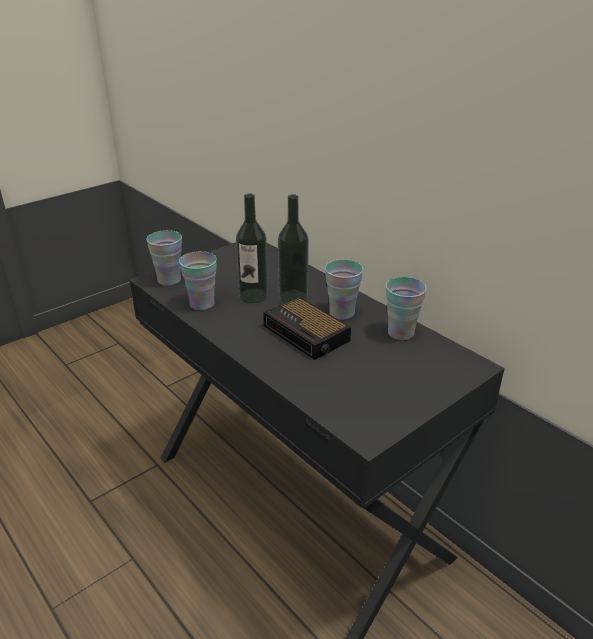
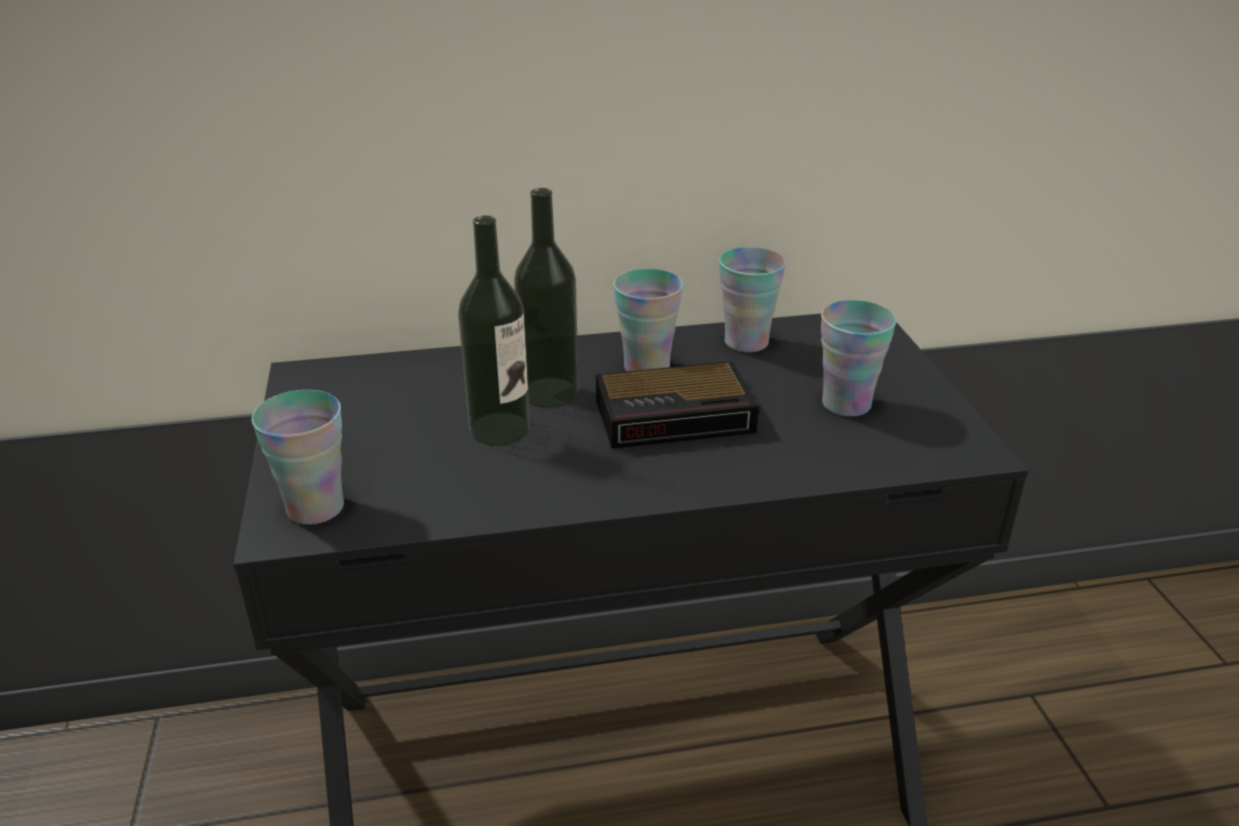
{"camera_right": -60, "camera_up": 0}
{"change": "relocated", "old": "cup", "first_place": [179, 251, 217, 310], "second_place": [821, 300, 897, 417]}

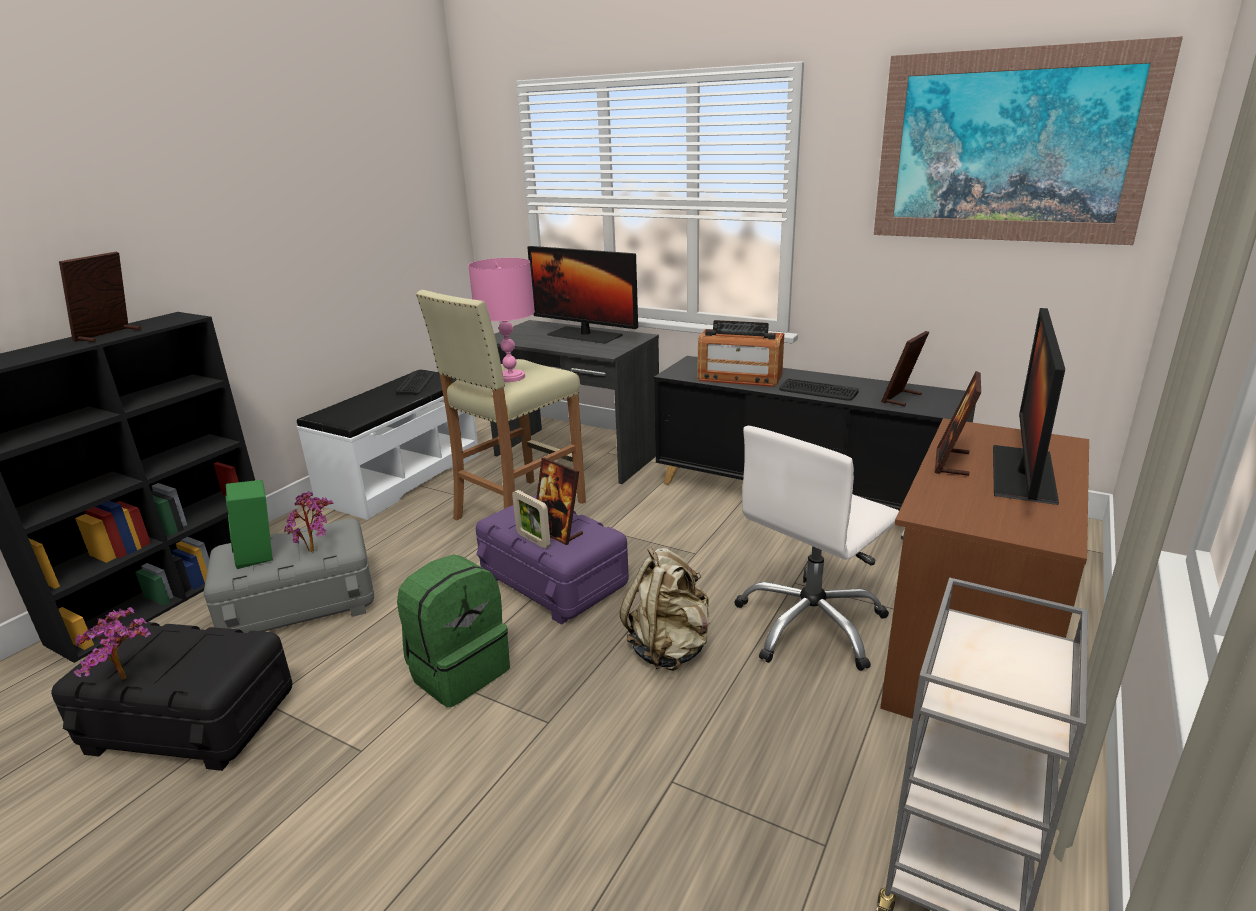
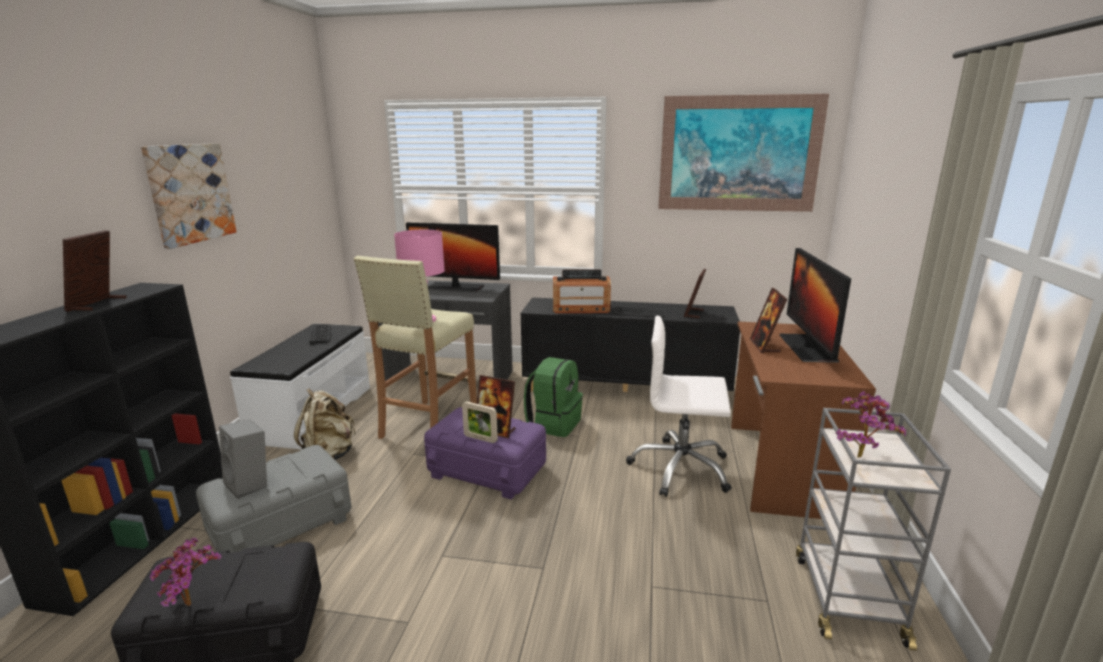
{"camera_right": -20, "camera_up": -5}
{"change": "appeared", "new": "picture", "second_place": [141, 143, 236, 249]}
{"change": "colour", "old": "speaker (green)", "new": "speaker (grey)", "first_place": [226, 480, 273, 569], "second_place": [219, 419, 267, 499]}
{"change": "relocated", "old": "backpack (beige)", "first_place": [620, 547, 709, 671], "second_place": [294, 388, 355, 460]}
{"change": "relocated", "old": "backpack (green)", "first_place": [397, 555, 510, 707], "second_place": [524, 357, 583, 437]}
{"change": "spun", "old": "office chair (white)", "first_place": [735, 426, 899, 671], "second_place": [626, 316, 732, 497], "degrees": 75}
{"change": "relocated", "old": "potted plant", "first_place": [284, 491, 334, 552], "second_place": [836, 391, 906, 458]}

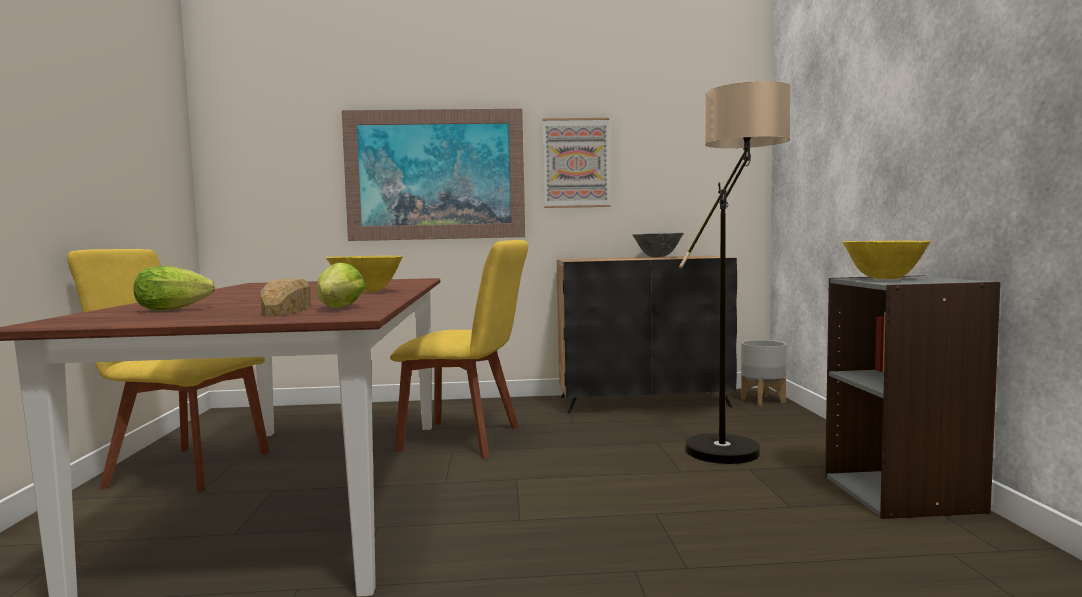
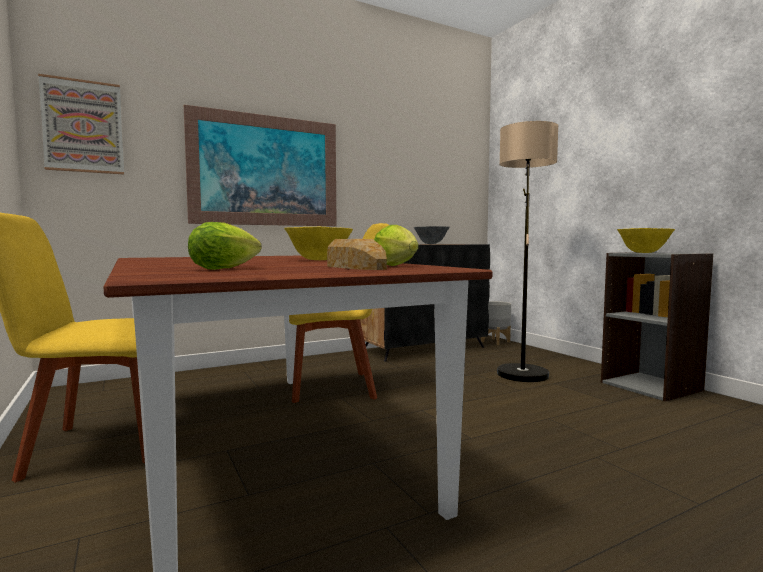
{"camera_right": -25, "camera_up": 0}
{"change": "relocated", "old": "picture", "first_place": [542, 118, 610, 208], "second_place": [38, 74, 124, 174]}

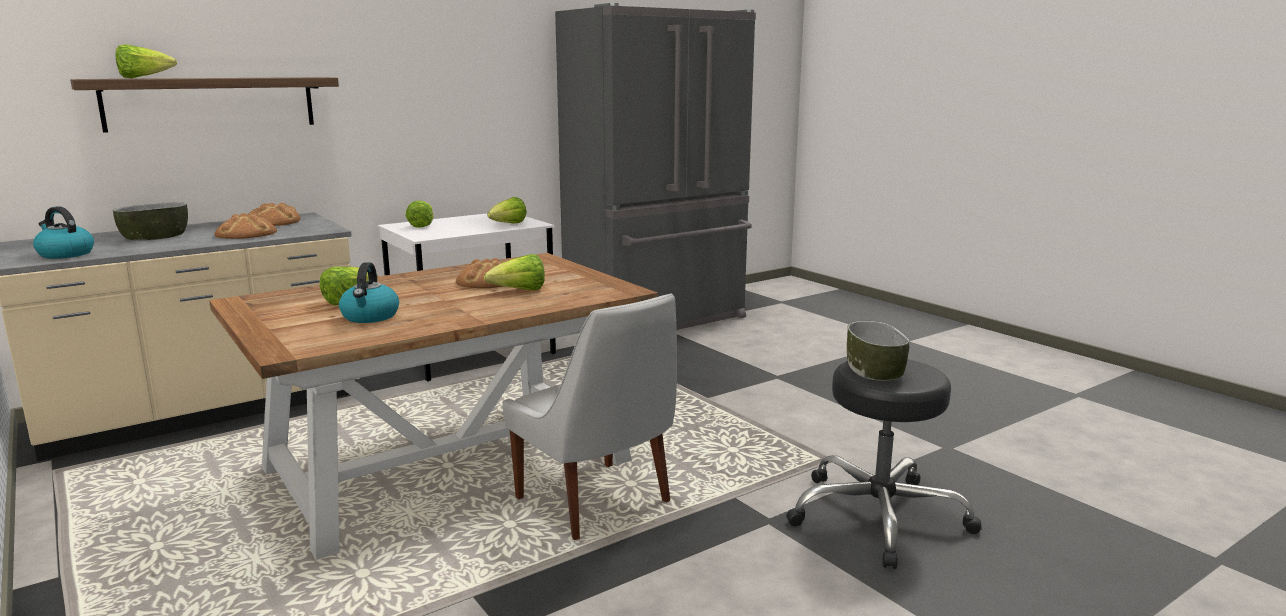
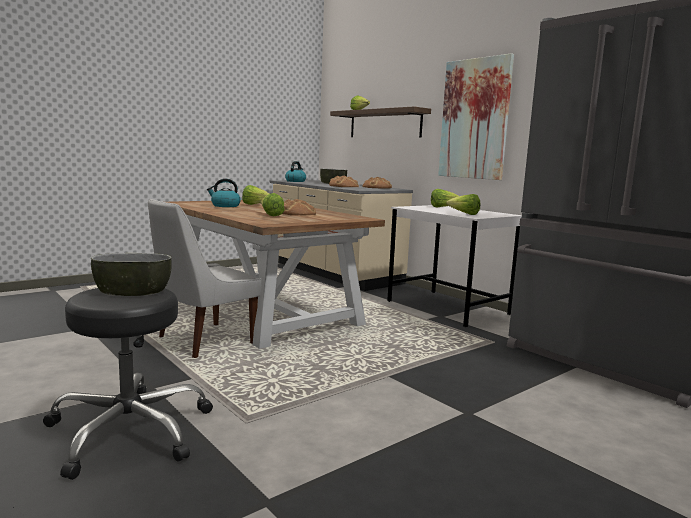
{"camera_right": 85, "camera_up": -5}
{"change": "appeared", "new": "picture", "second_place": [438, 53, 514, 180]}

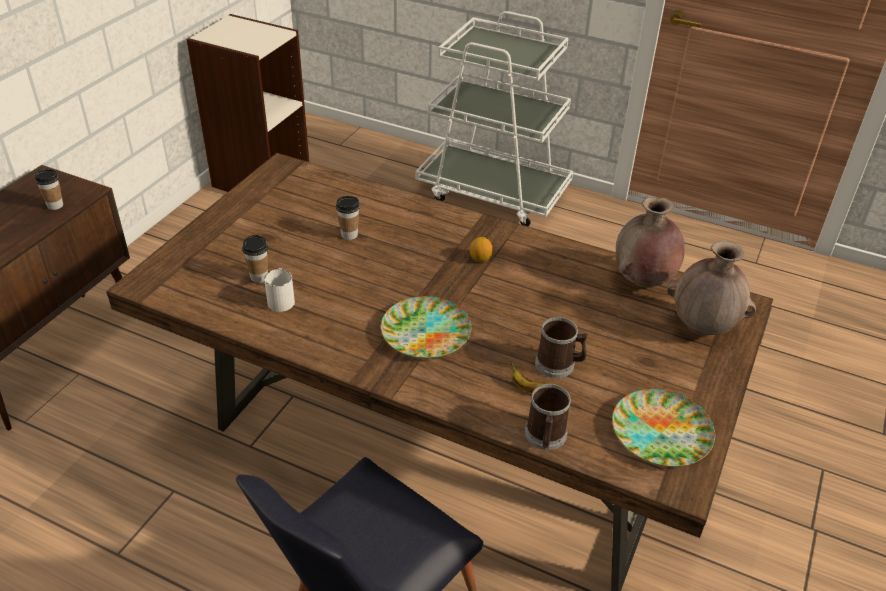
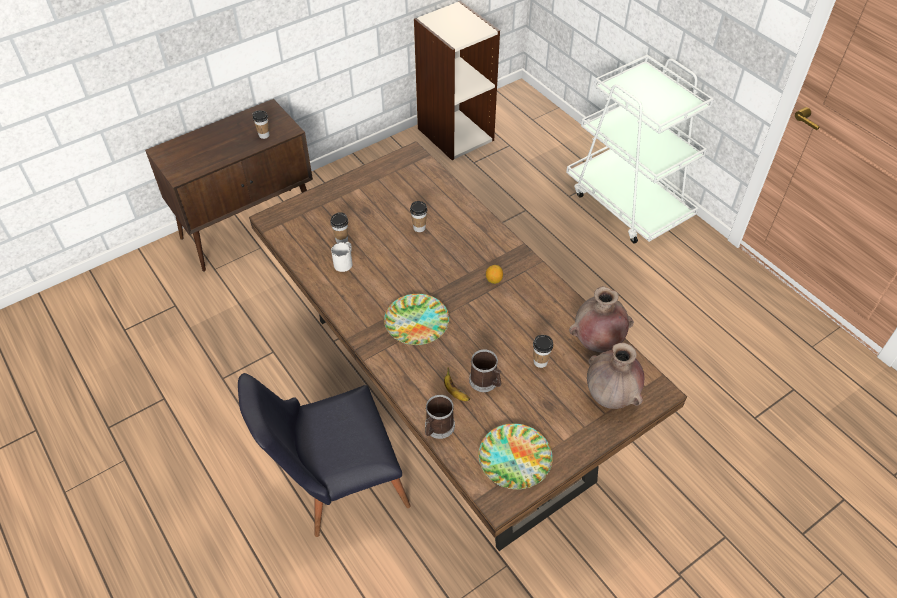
{"camera_right": 30, "camera_up": 10}
{"change": "appeared", "new": "cup", "second_place": [533, 335, 553, 368]}

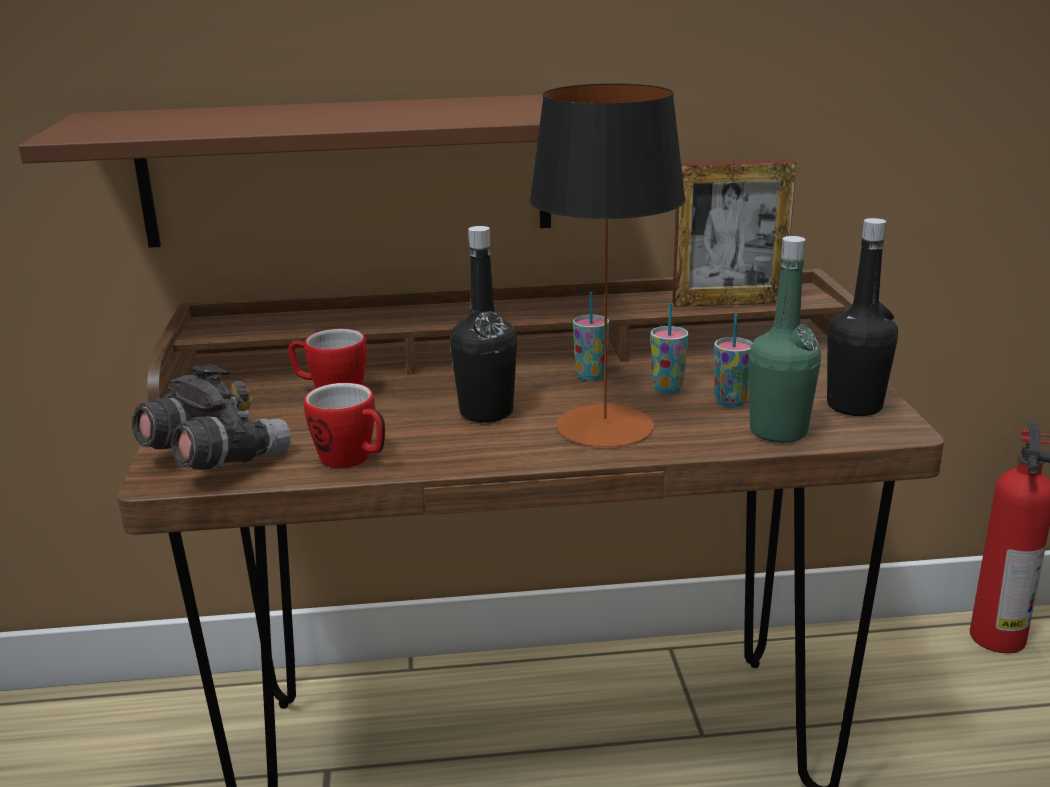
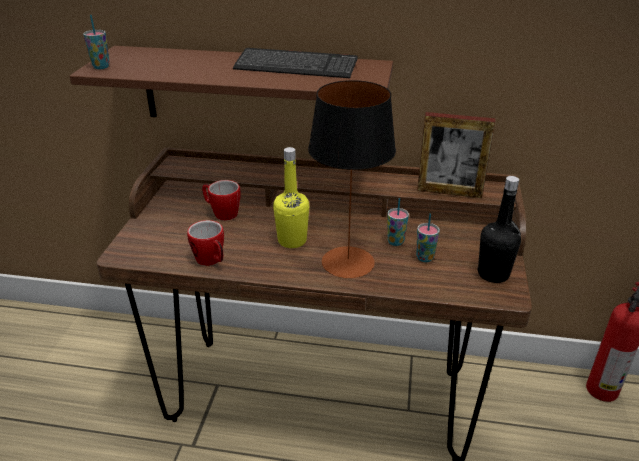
{"camera_right": 15, "camera_up": 10}
{"change": "relocated", "old": "cup", "first_place": [573, 292, 609, 381], "second_place": [83, 15, 110, 69]}
{"change": "appeared", "new": "keyboard", "second_place": [233, 48, 358, 78]}
{"change": "colour", "old": "bottle (black)", "new": "bottle (yellow)", "first_place": [450, 226, 517, 423], "second_place": [273, 147, 309, 248]}
{"change": "missing", "old": "binoculars (grey)", "first_place": [132, 364, 291, 470]}
{"change": "missing", "old": "bottle (green)", "first_place": [748, 236, 821, 443]}

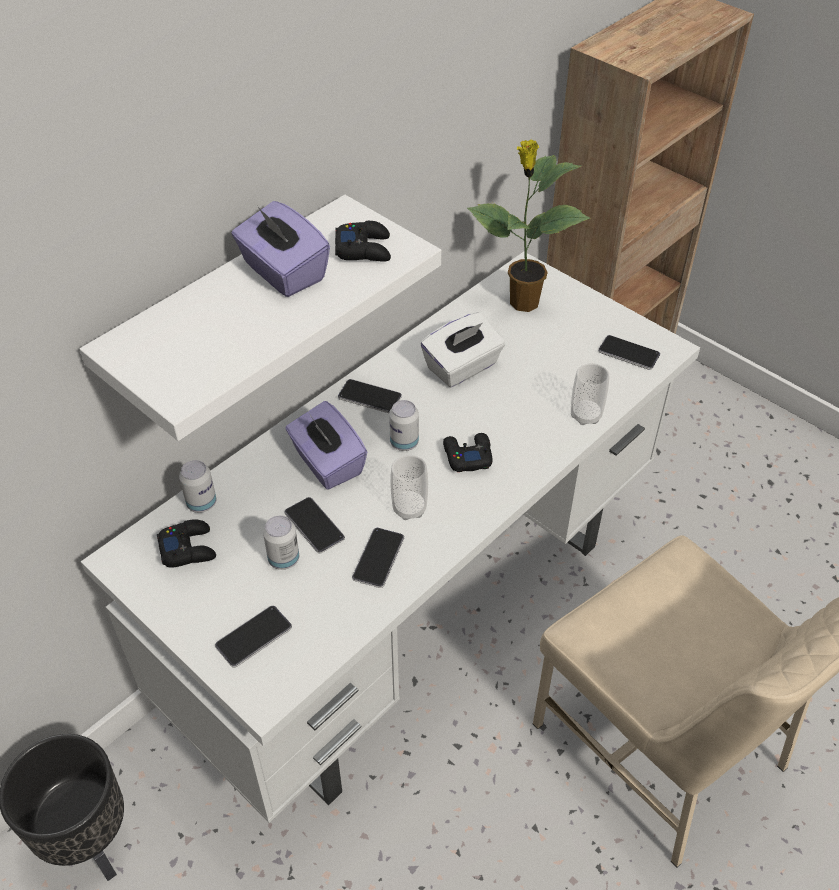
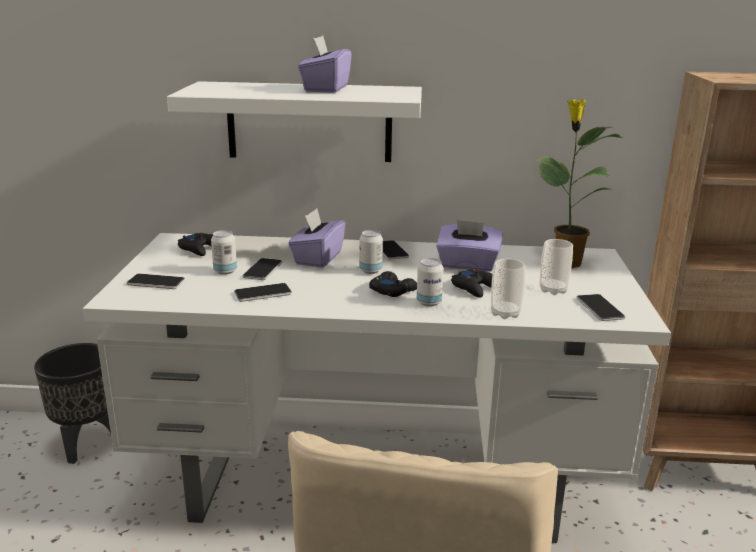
{"camera_right": 50, "camera_up": -25}
{"change": "relocated", "old": "can", "first_place": [179, 460, 216, 513], "second_place": [417, 258, 444, 307]}
{"change": "colour", "old": "tissue box (white)", "new": "tissue box (purple)", "first_place": [421, 312, 505, 387], "second_place": [436, 220, 503, 272]}
{"change": "relocated", "old": "game controller (black)", "first_place": [335, 221, 391, 262], "second_place": [451, 269, 493, 298]}
{"change": "relocated", "old": "cup", "first_place": [390, 455, 428, 520], "second_place": [540, 239, 573, 295]}

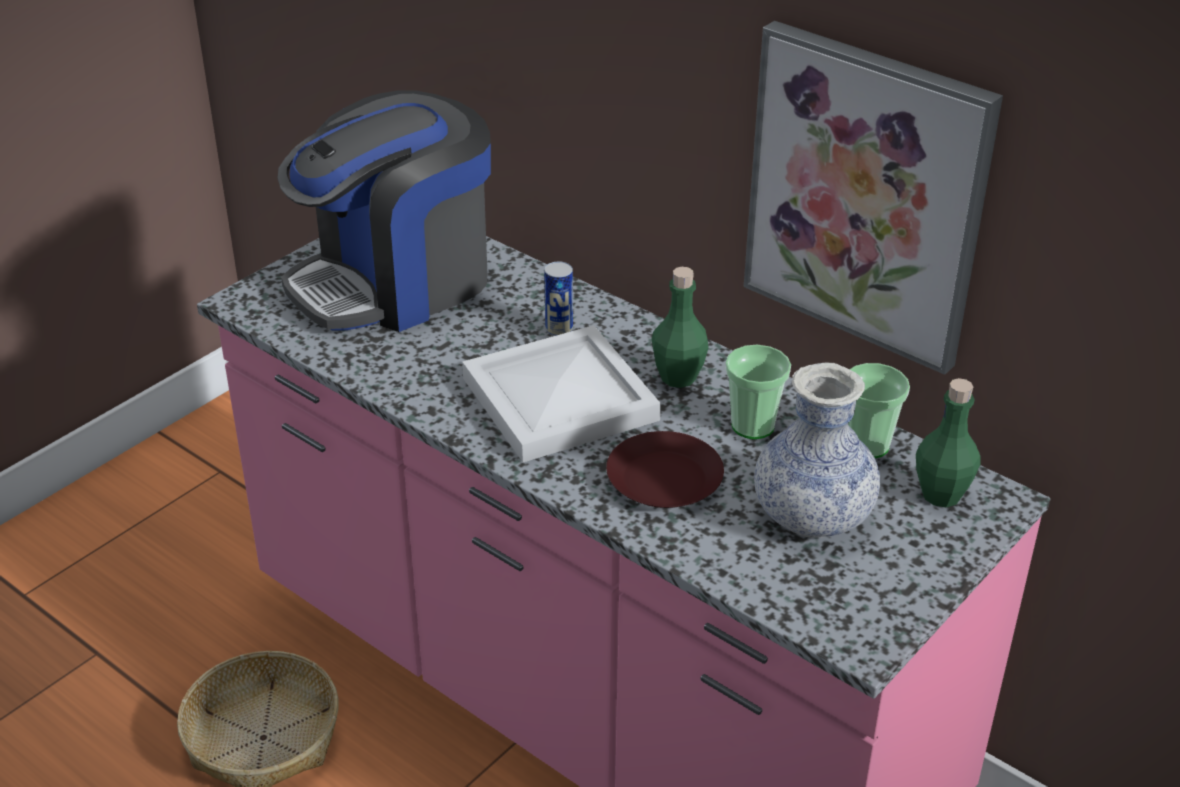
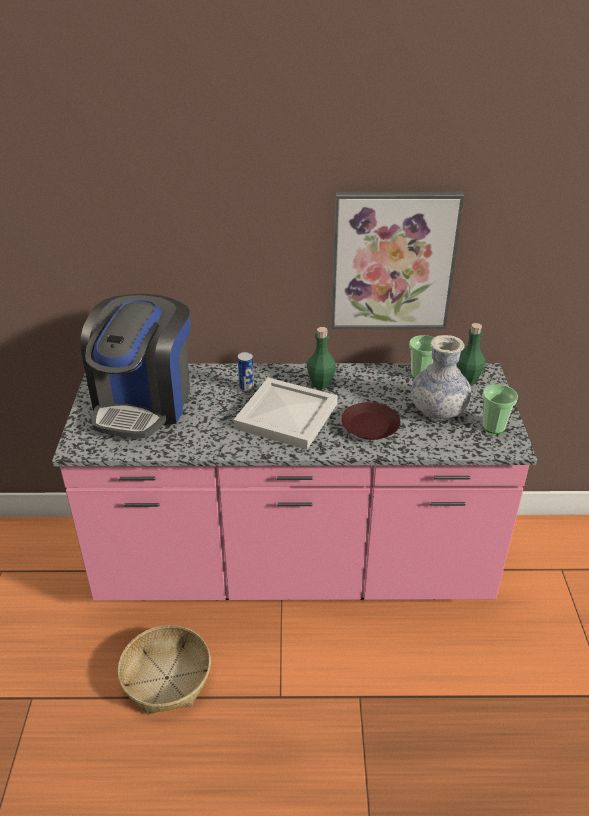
{"camera_right": -40, "camera_up": 0}
{"change": "relocated", "old": "cup", "first_place": [725, 345, 791, 439], "second_place": [482, 384, 518, 434]}

